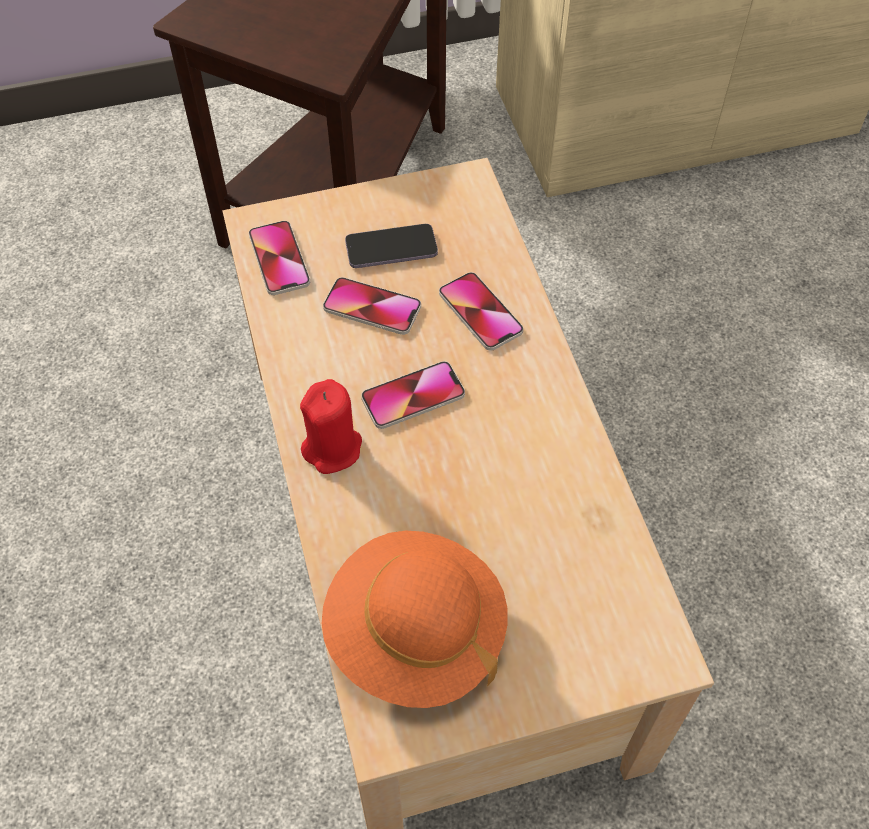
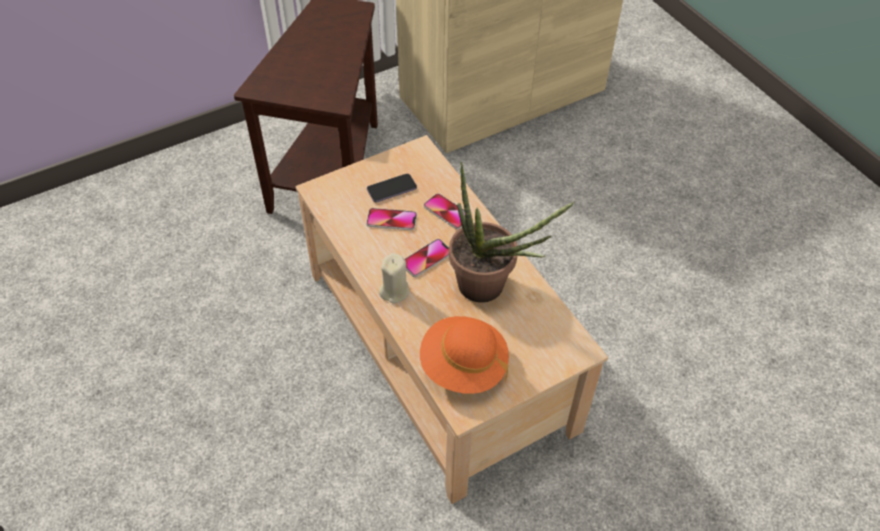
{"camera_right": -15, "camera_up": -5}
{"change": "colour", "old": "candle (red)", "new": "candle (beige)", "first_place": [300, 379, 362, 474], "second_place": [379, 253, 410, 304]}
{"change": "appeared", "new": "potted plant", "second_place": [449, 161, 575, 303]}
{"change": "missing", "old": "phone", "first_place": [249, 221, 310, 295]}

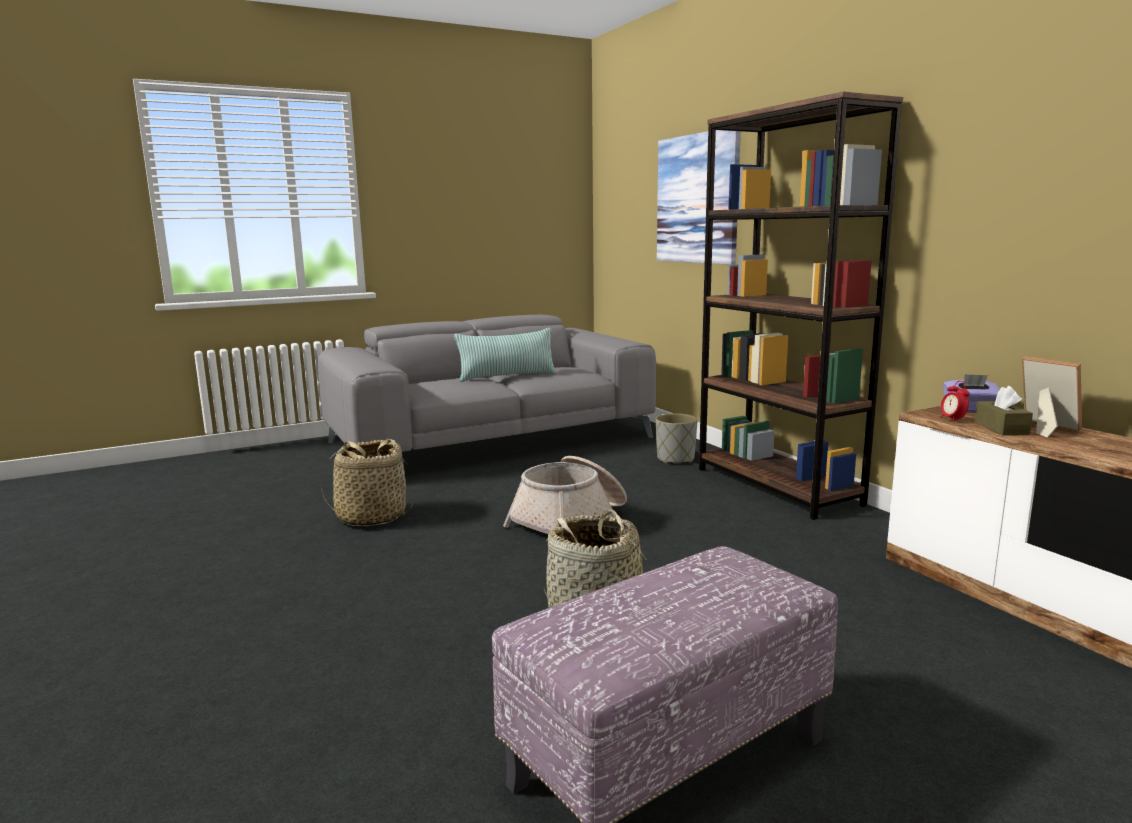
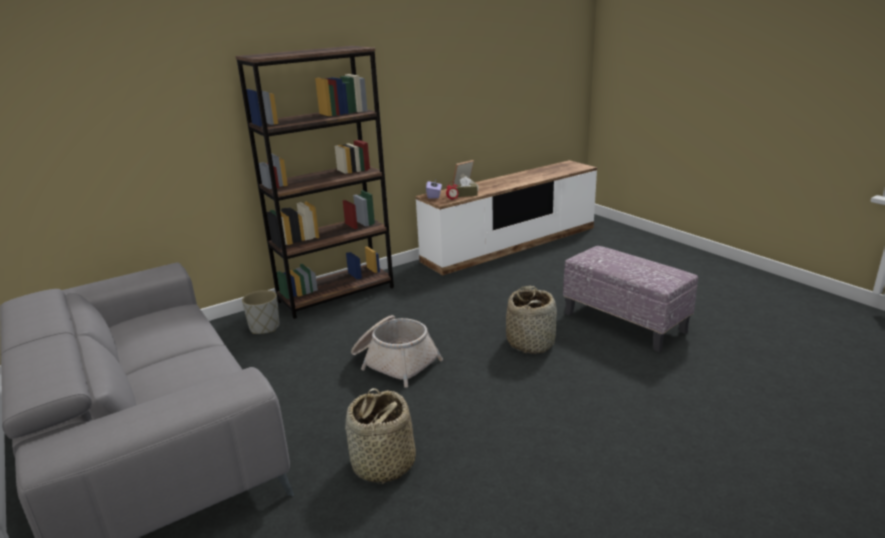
{"camera_right": -95, "camera_up": 10}
{"change": "missing", "old": "pillow", "first_place": [454, 328, 556, 382]}
{"change": "missing", "old": "picture", "first_place": [657, 130, 741, 265]}

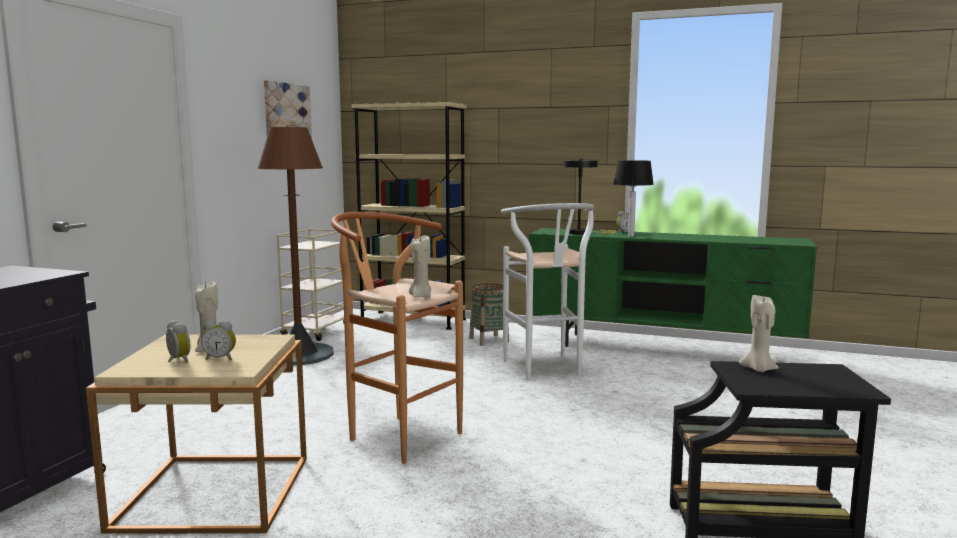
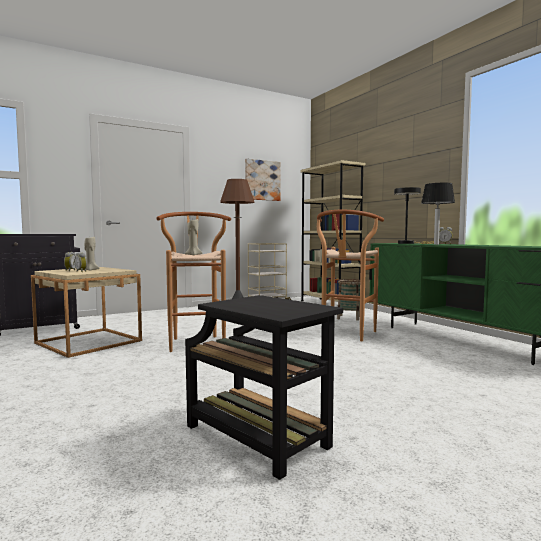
{"camera_right": 40, "camera_up": -5}
{"change": "colour", "old": "stool (white)", "new": "stool (brown)", "first_place": [501, 203, 594, 380], "second_place": [317, 210, 384, 341]}
{"change": "missing", "old": "candle (beige)", "first_place": [739, 295, 779, 372]}

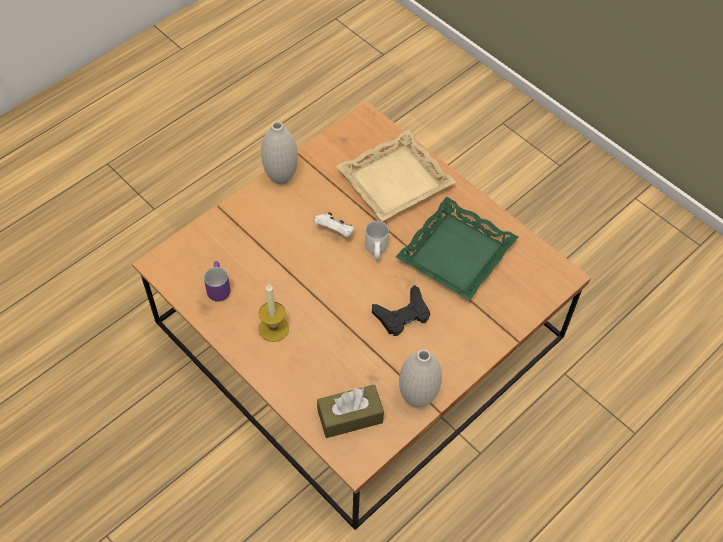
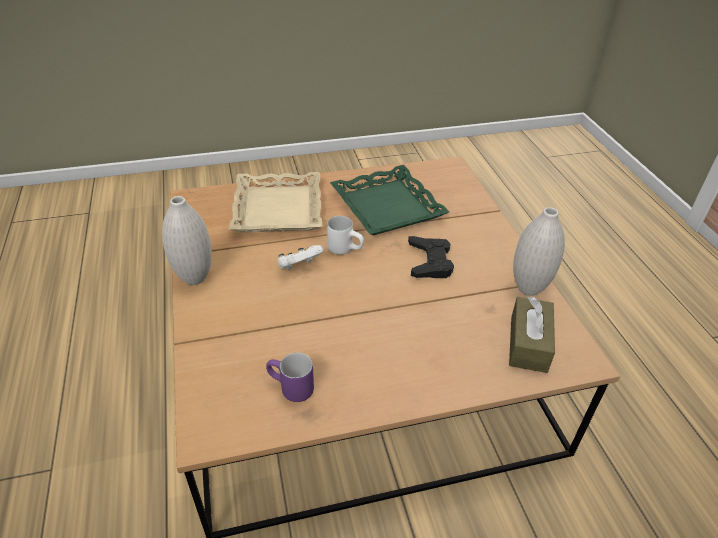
{"camera_right": -60, "camera_up": -15}
{"change": "missing", "old": "candle", "first_place": [258, 284, 289, 342]}

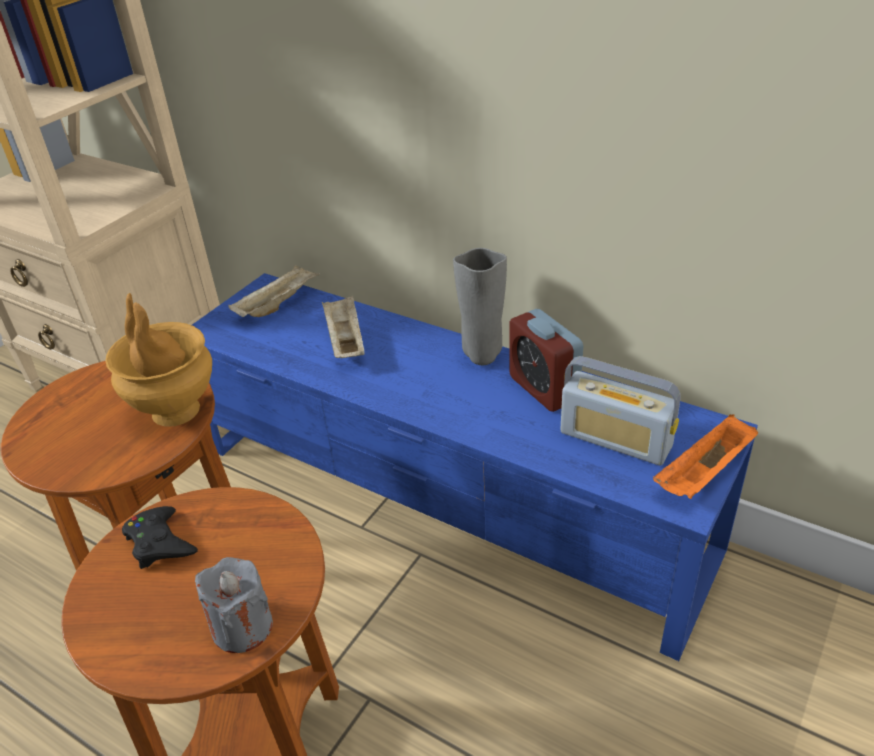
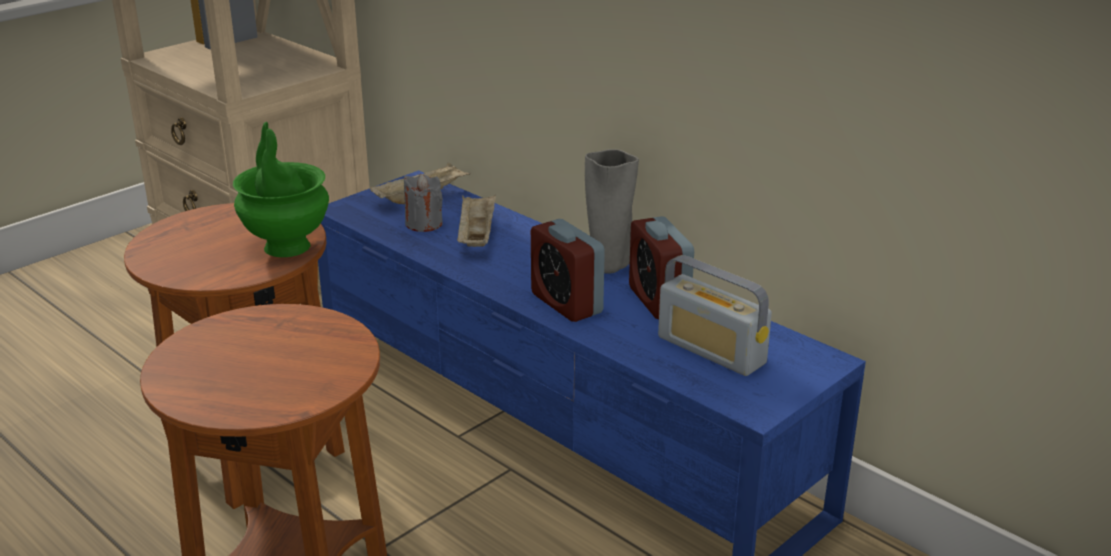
{"camera_right": 10, "camera_up": -10}
{"change": "colour", "old": "vase (brown)", "new": "vase (green)", "first_place": [105, 293, 212, 427], "second_place": [233, 122, 329, 257]}
{"change": "relocated", "old": "candle (grey)", "first_place": [195, 557, 273, 653], "second_place": [404, 174, 443, 232]}
{"change": "appeared", "new": "alarm clock", "second_place": [531, 219, 605, 322]}
{"change": "missing", "old": "game controller (black)", "first_place": [122, 506, 198, 569]}
{"change": "missing", "old": "tray (orange)", "first_place": [653, 414, 758, 499]}

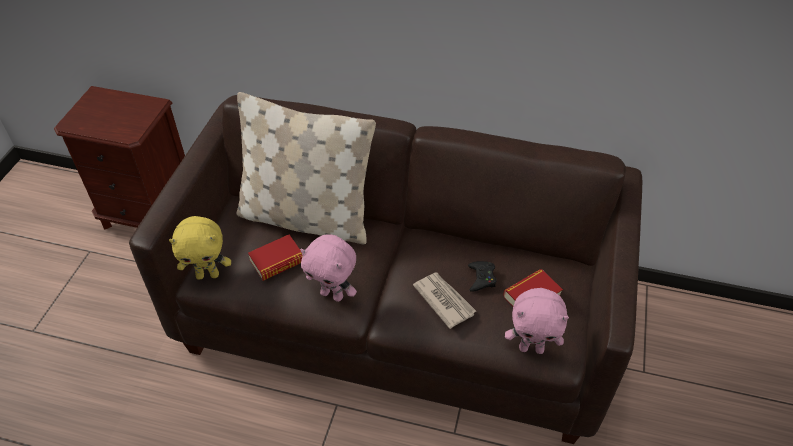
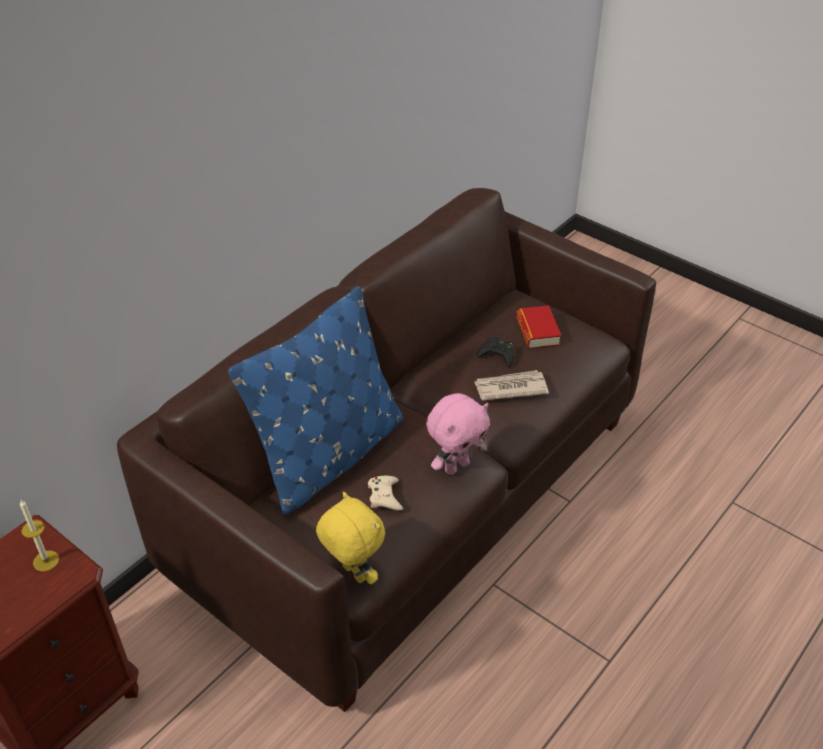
{"camera_right": -65, "camera_up": -5}
{"change": "appeared", "new": "candle", "second_place": [20, 500, 59, 572]}
{"change": "colour", "old": "pillow (beige)", "new": "pillow (blue)", "first_place": [236, 92, 376, 244], "second_place": [228, 286, 403, 515]}
{"change": "spun", "old": "plush toy (yellow)", "first_place": [169, 216, 231, 280], "second_place": [316, 492, 385, 584], "degrees": -60}
{"change": "exchanged", "old": "book", "new": "game controller (beige)", "first_place": [248, 235, 303, 281], "second_place": [368, 476, 403, 510]}
{"change": "missing", "old": "plush toy (pink)", "first_place": [505, 288, 569, 354]}

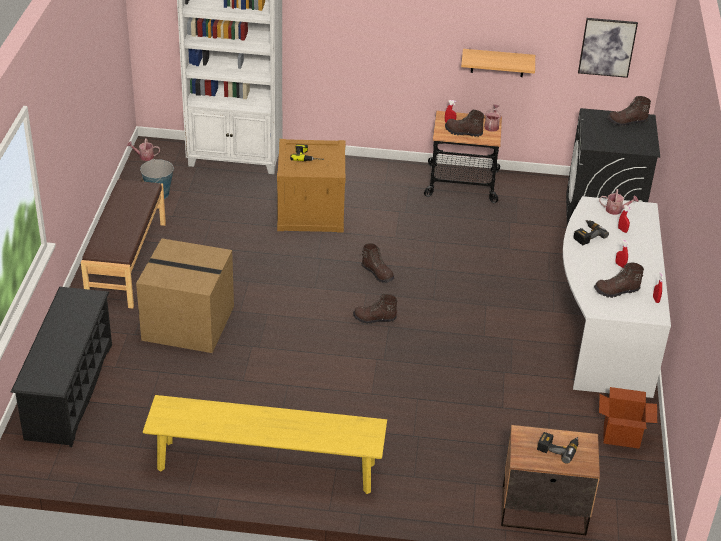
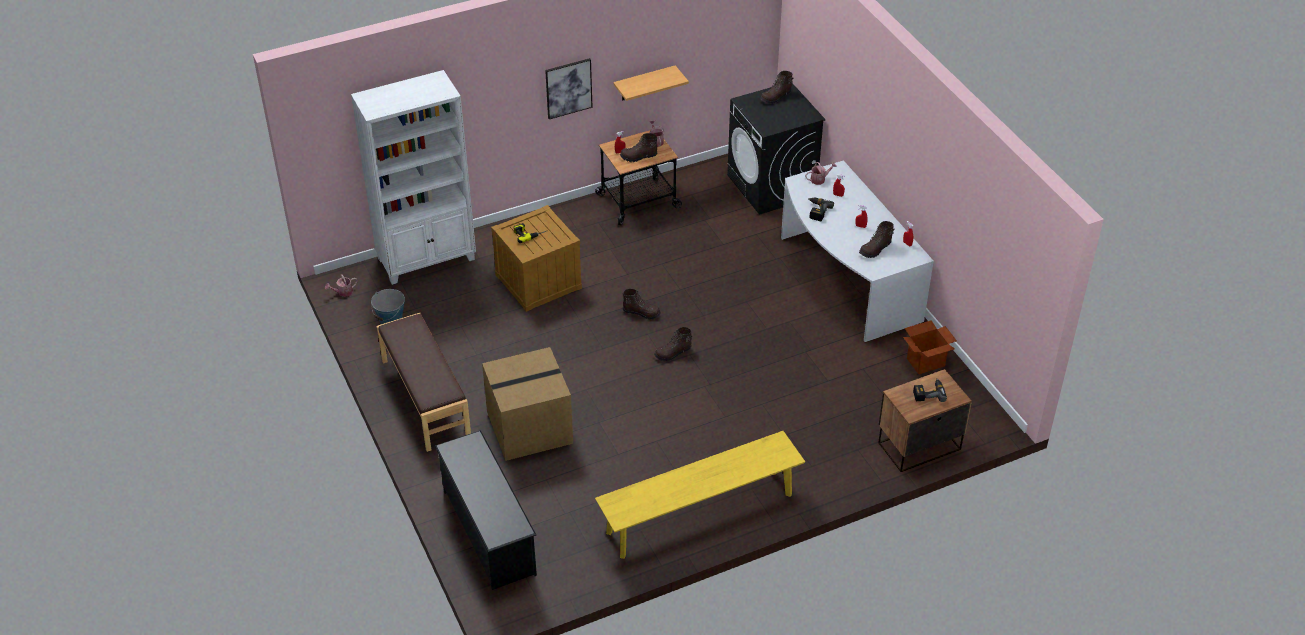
{"camera_right": -30, "camera_up": 5}
{"change": "relocated", "old": "picture", "first_place": [578, 18, 638, 78], "second_place": [545, 58, 593, 119]}

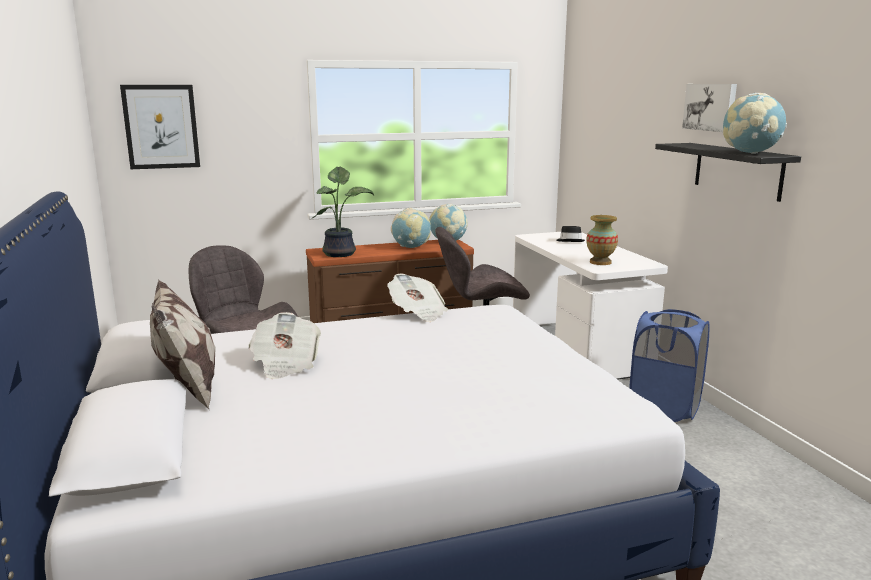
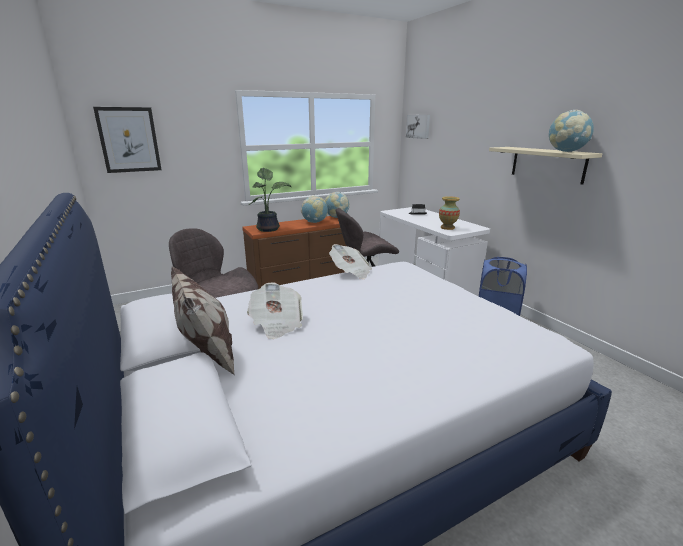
{"camera_right": -10, "camera_up": 5}
{"change": "relocated", "old": "picture", "first_place": [682, 84, 737, 132], "second_place": [406, 115, 430, 139]}
{"change": "colour", "old": "shelf (black)", "new": "shelf (beige)", "first_place": [655, 143, 801, 202], "second_place": [489, 147, 602, 184]}

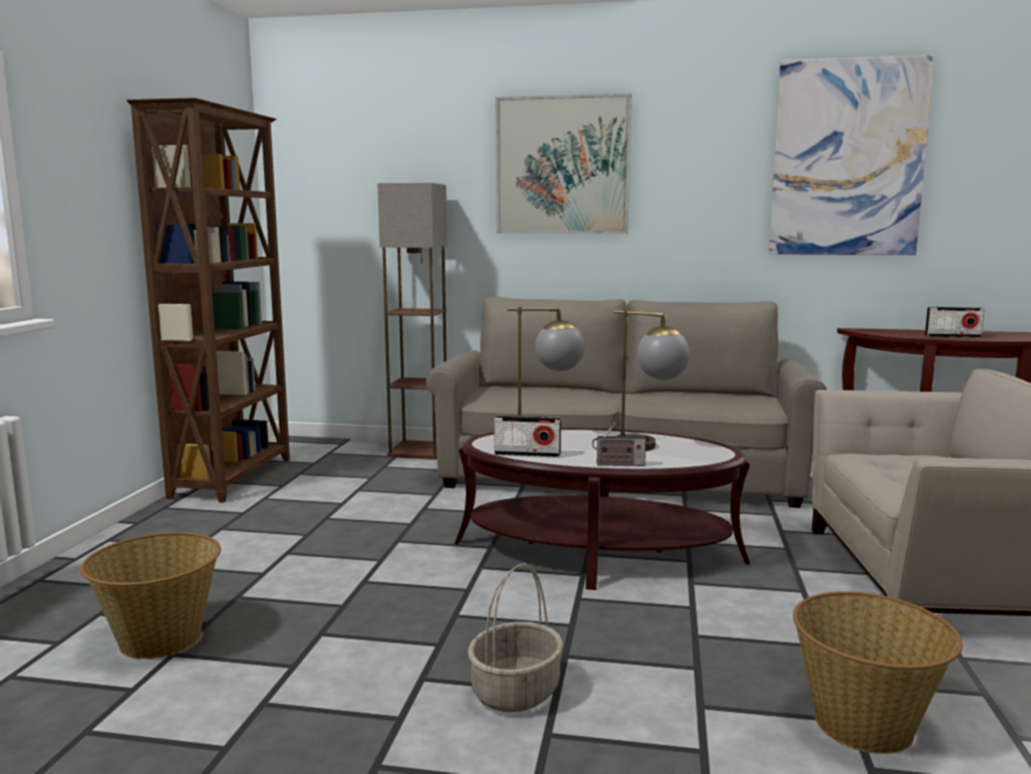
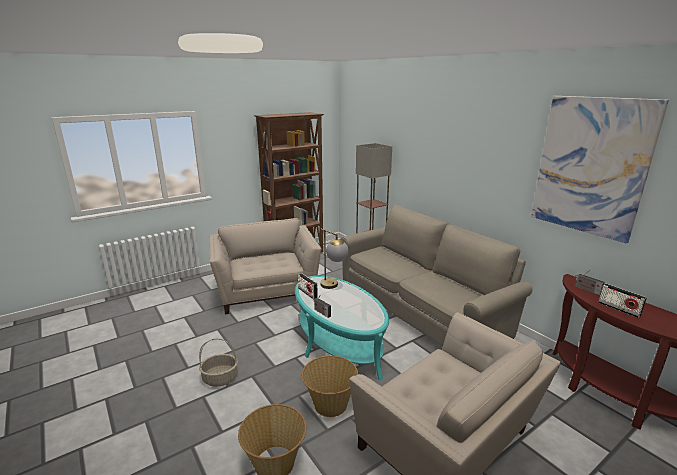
{"camera_right": 45, "camera_up": 10}
{"change": "appeared", "new": "armchair (beige)", "second_place": [209, 218, 321, 314]}
{"change": "colour", "old": "coffee table (brown)", "new": "coffee table (turquoise)", "first_place": [454, 428, 750, 590], "second_place": [295, 276, 389, 381]}
{"change": "relocated", "old": "basket", "first_place": [80, 532, 221, 659], "second_place": [302, 356, 358, 417]}
{"change": "appeared", "new": "radio", "second_place": [575, 270, 605, 295]}
{"change": "missing", "old": "picture", "first_place": [496, 94, 632, 234]}
{"change": "missing", "old": "table lamp", "first_place": [614, 310, 690, 451]}

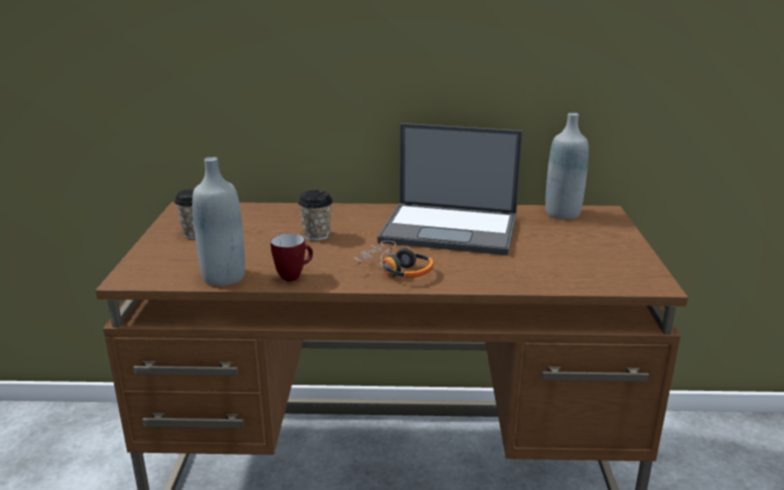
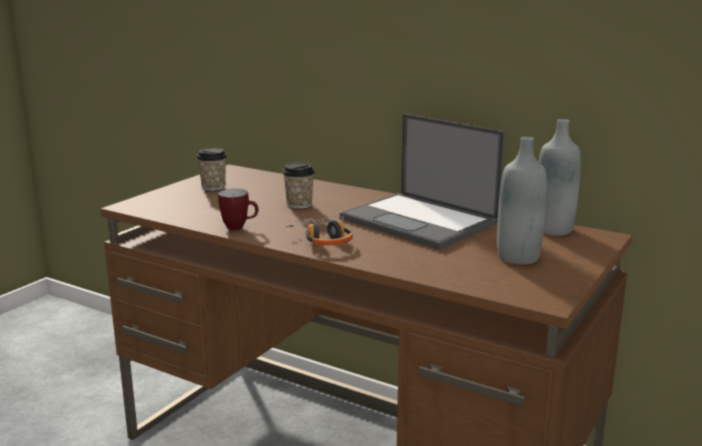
{"camera_right": 30, "camera_up": -5}
{"change": "relocated", "old": "bottle (grey)", "first_place": [192, 157, 245, 286], "second_place": [497, 137, 547, 265]}

